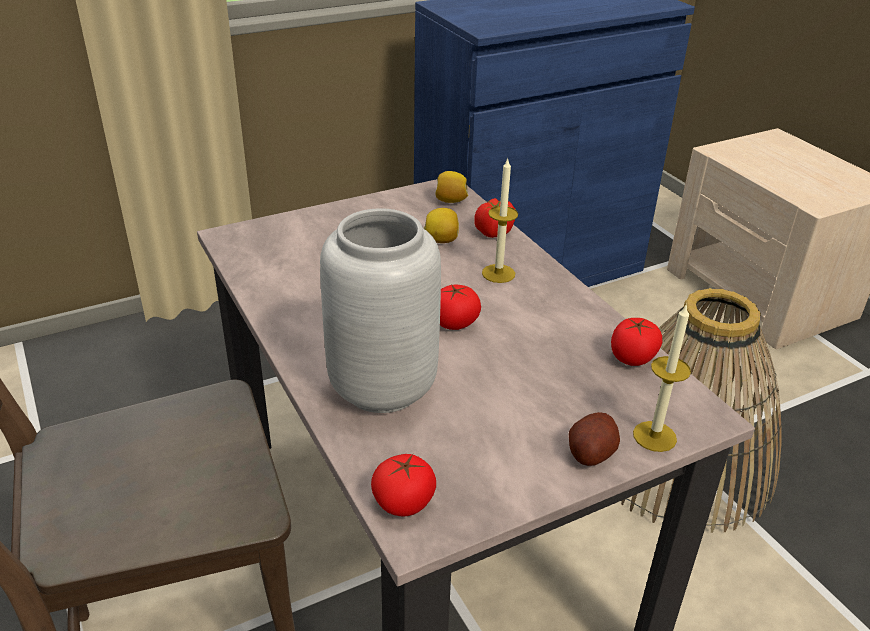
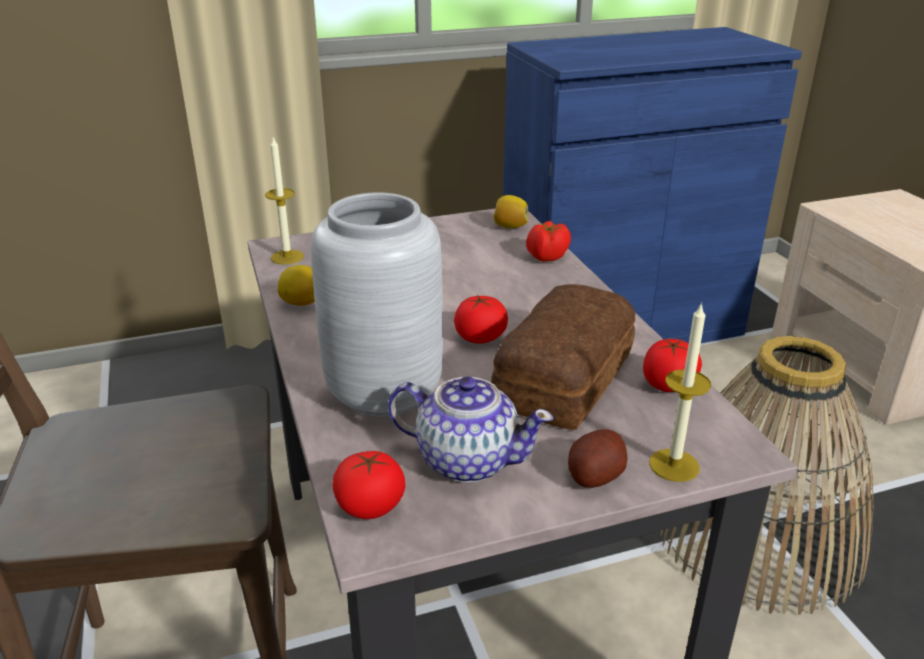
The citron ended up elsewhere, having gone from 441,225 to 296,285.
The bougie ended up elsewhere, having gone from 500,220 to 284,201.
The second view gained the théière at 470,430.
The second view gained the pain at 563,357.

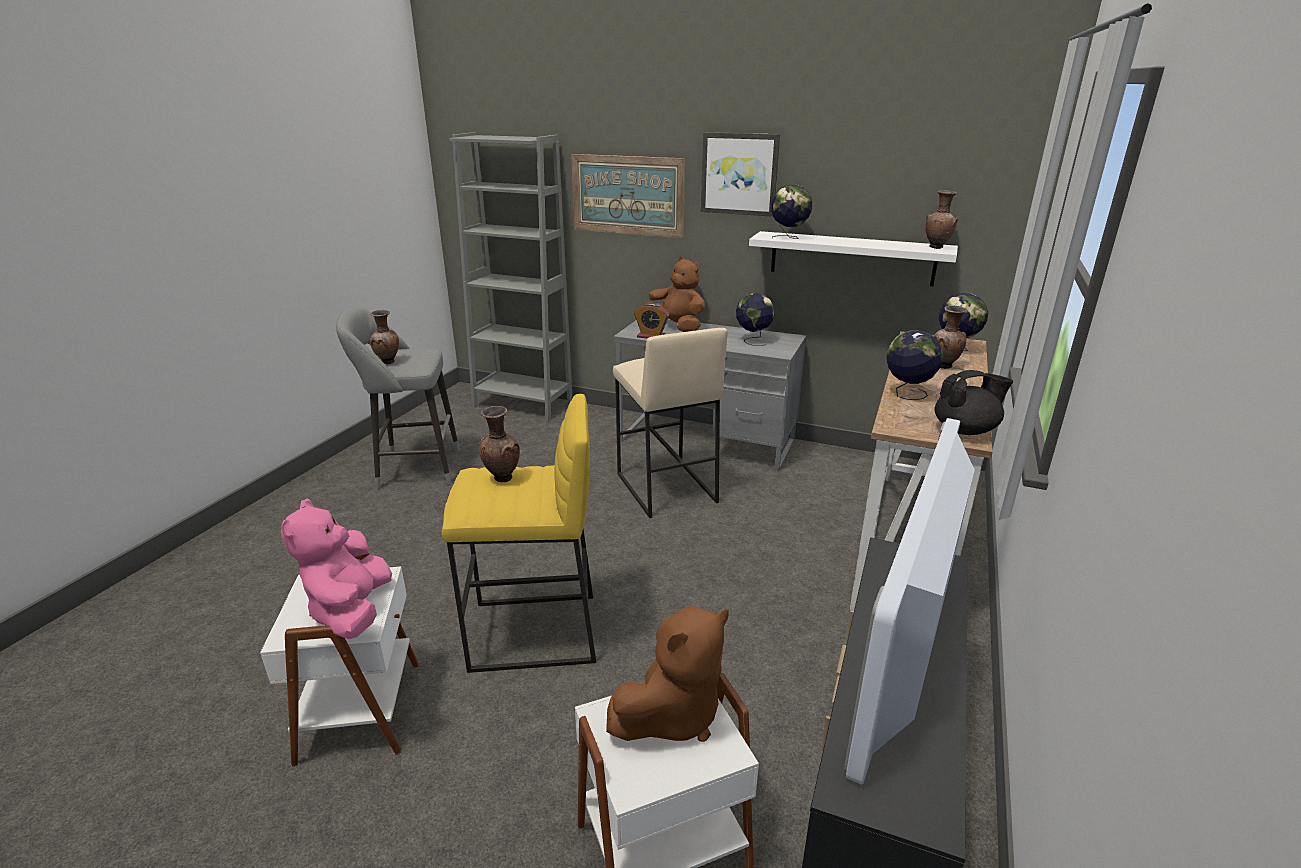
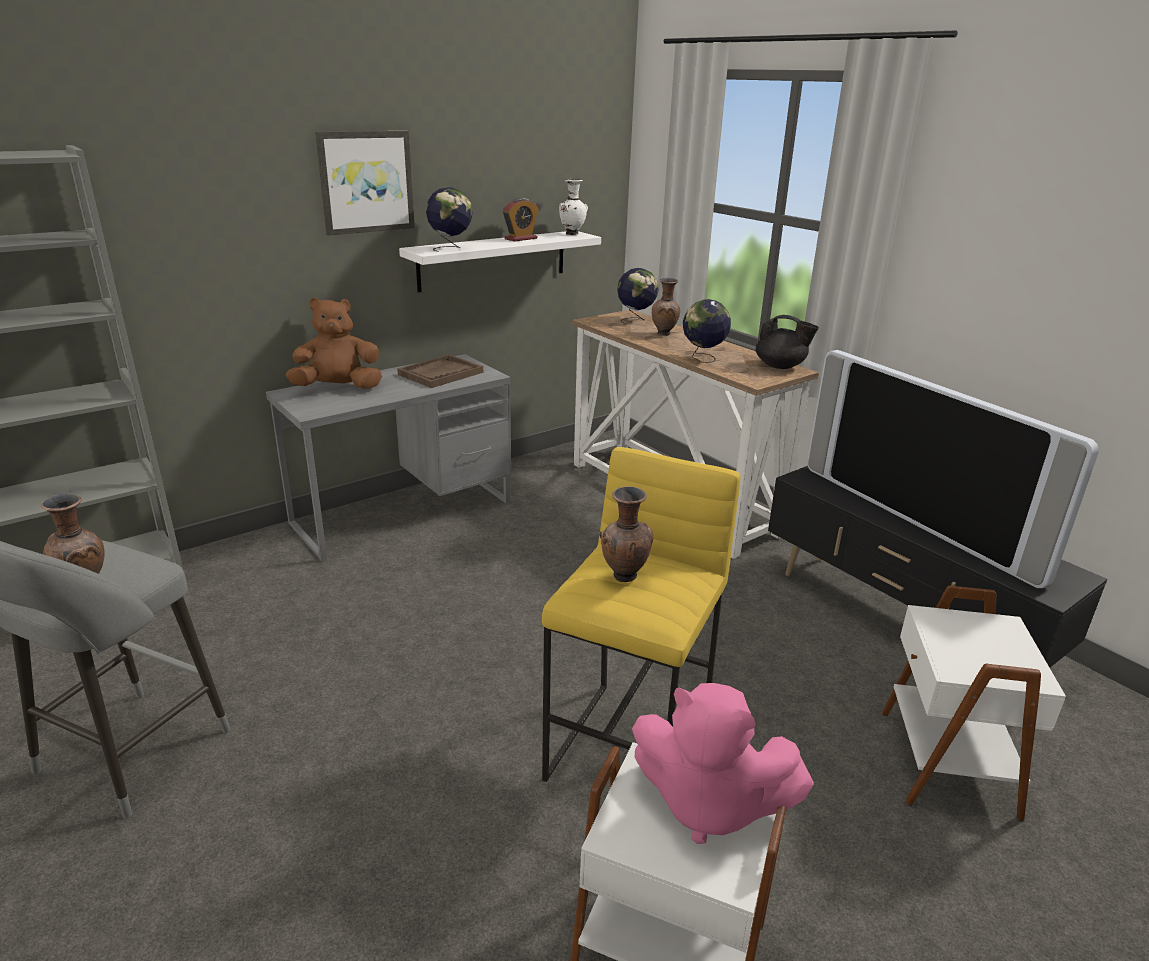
The second view lost the tableau at 628,196.
The second view lost the peluche [marron] at 667,674.
The second view lost the tabouret [beige] at 670,423.
The réveil ended up elsewhere, having gone from 651,320 to 521,220.
Where the globe stood at 755,319, the plateau [marron] came to stand at 440,371.
What was the vase [marron] at 941,219 turned into the vase [blanc] at 573,207.
The théière [noir] at 973,402 ended up facing another way, 90 degrees clockwise from before.

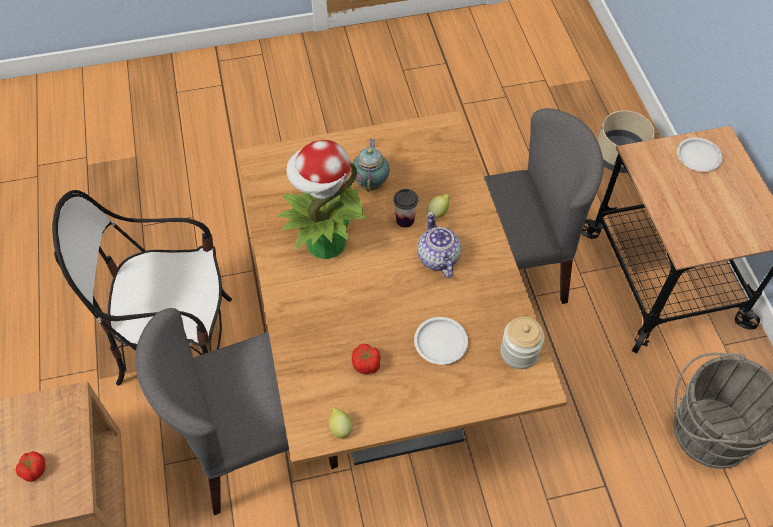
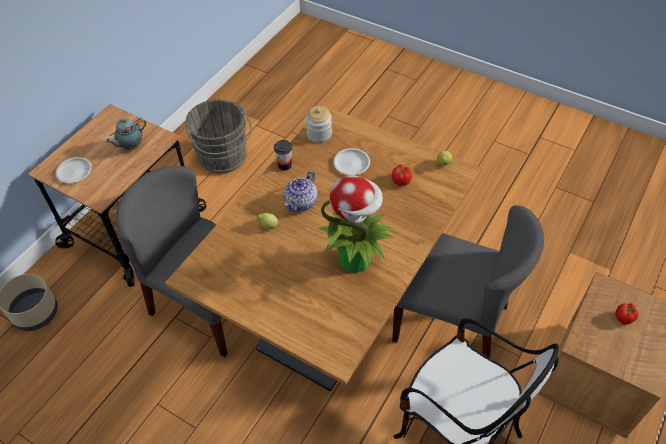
The théière ended up elsewhere, having gone from 370,165 to 126,133.
The tasse ended up elsewhere, having gone from 406,208 to 283,155.

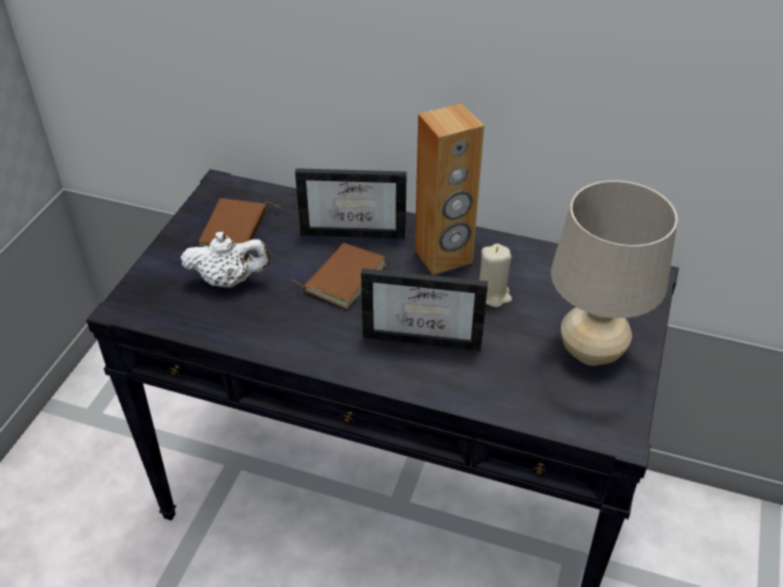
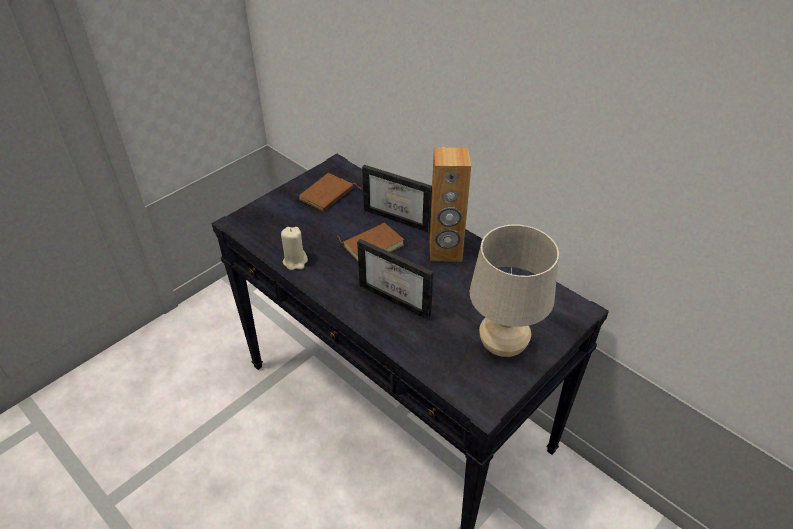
The second view lost the théière [blanc] at 226,260.
The bougie [beige] ended up elsewhere, having gone from 495,275 to 294,248.

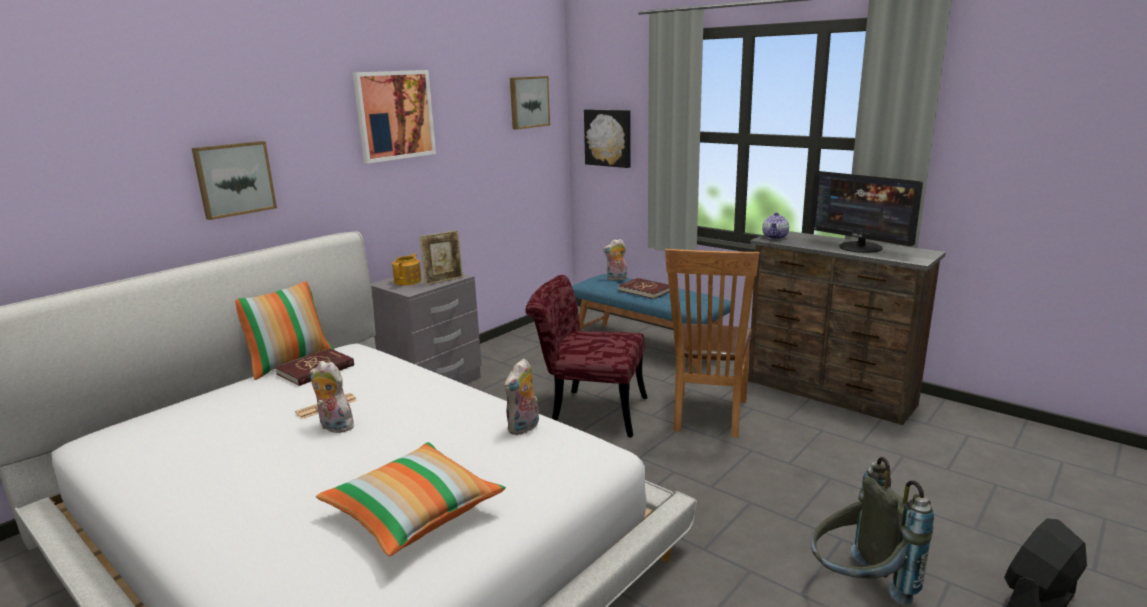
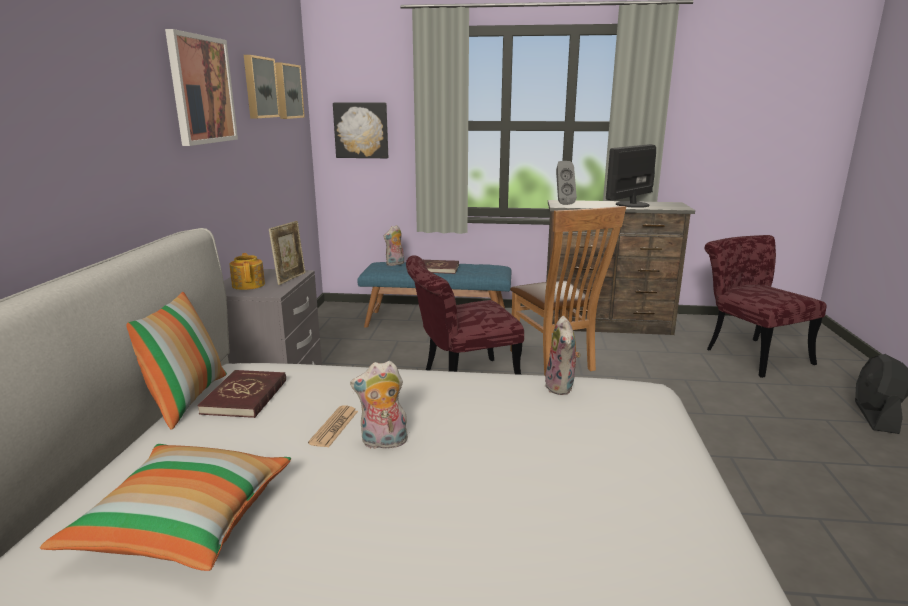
The tableau ended up elsewhere, having gone from 234,180 to 262,86.
The coussin ended up elsewhere, having gone from 411,499 to 165,507.
Where the théière stood at 775,225, the enceinte [gris] came to stand at 566,183.
The écran d'ordinateur at 866,212 ended up facing another way, 120 degrees clockwise from before.
The second view lost the sac à dos [gris] at 872,531.
The second view gained the chaise [rouge] at 766,306.

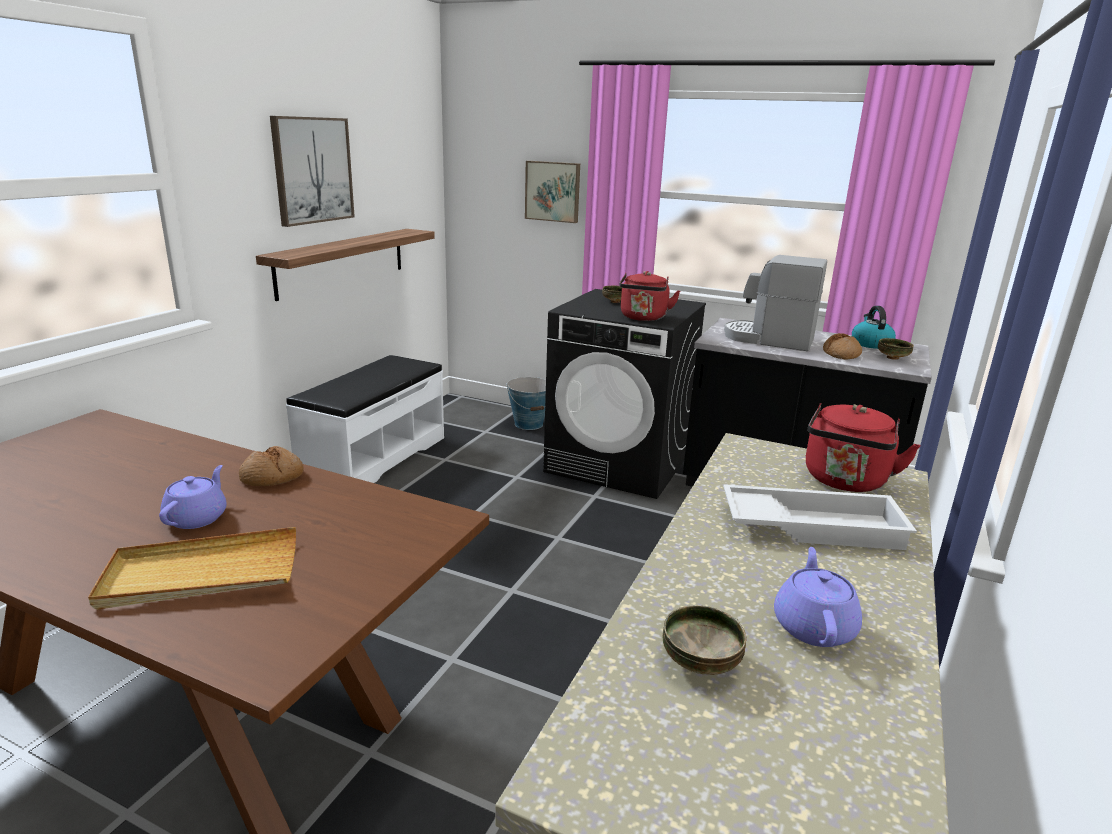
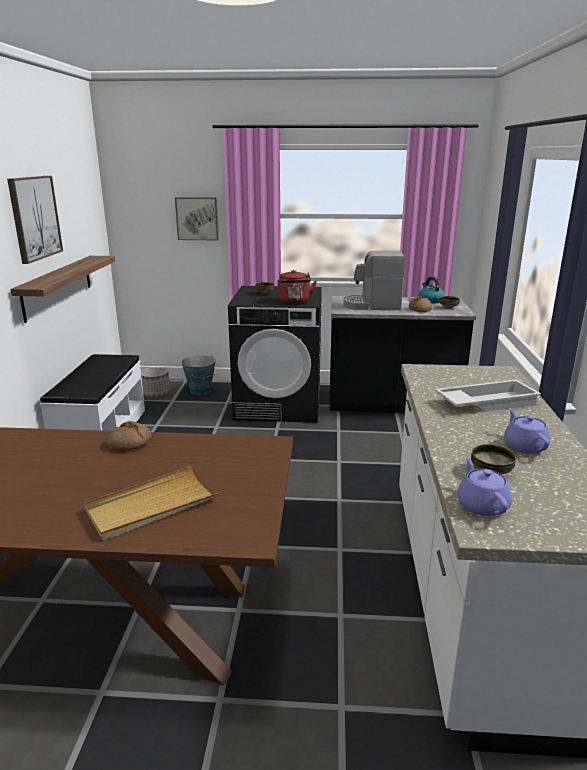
The théière [violet] ended up elsewhere, having gone from 193,497 to 484,486.
The second view lost the bouilloire [rouge] at 863,447.
The second view gained the cache-pot at 155,382.

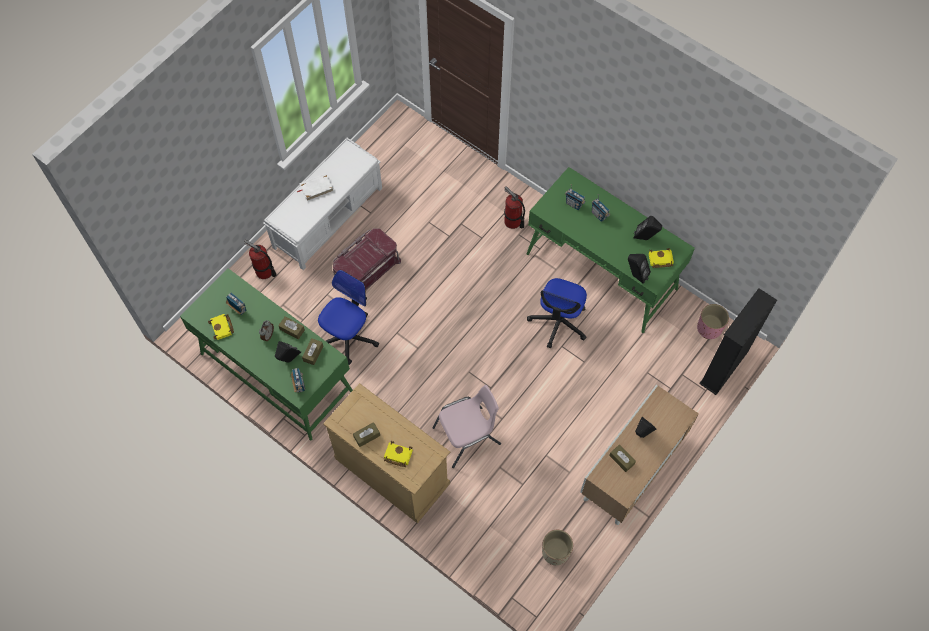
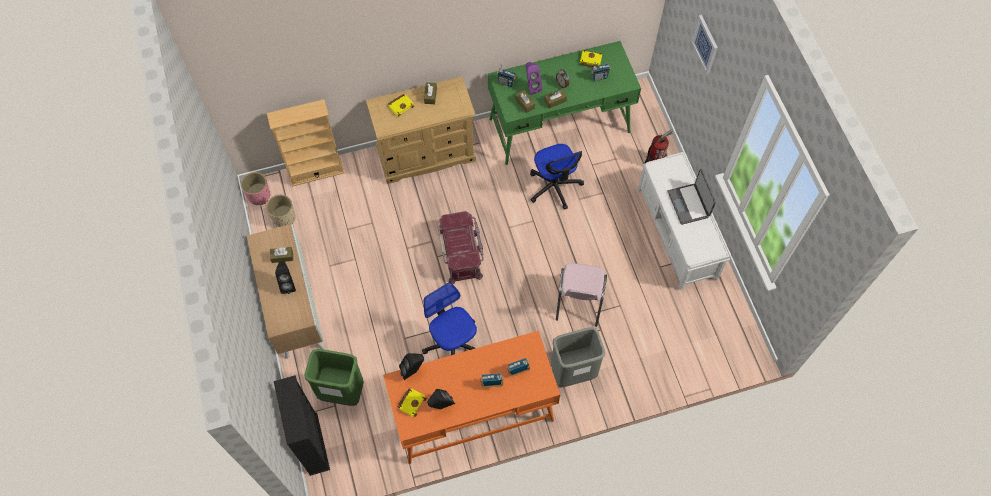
What was the enceinte [noir] at 288,352 turned into the enceinte [violet] at 534,78.
Where the livre [blanc] stood at 315,187, the ordinateur portable came to stand at 691,197.
The boîte de rangement [rouge] ended up elsewhere, having gone from 367,260 to 461,247.
The chaise [rose] ended up elsewhere, having gone from 466,426 to 581,295.
Where the extincteur stood at 514,207, the poubelle [gris] came to stand at 578,357.
What was the bureau [vert] at 611,250 turned into the bureau [orange] at 471,397.
The cache-pot [rose] ended up elsewhere, having gone from 713,321 to 255,188.
The second view gained the bibliothèque [beige] at 305,143.
The second view gained the poubelle [vert] at 334,377.
The second view gained the tableau at 704,44.

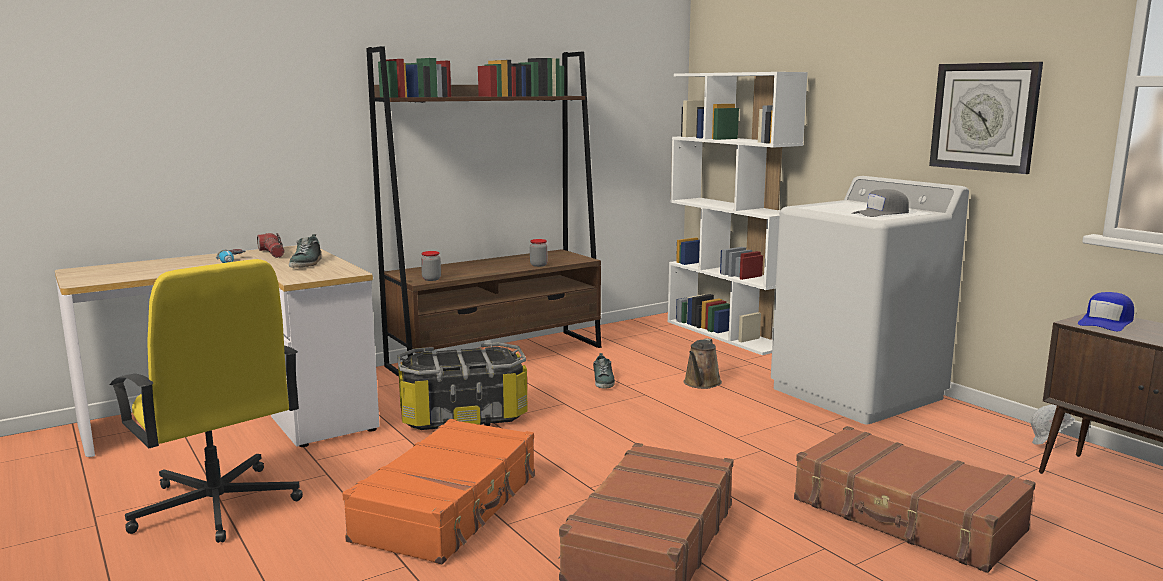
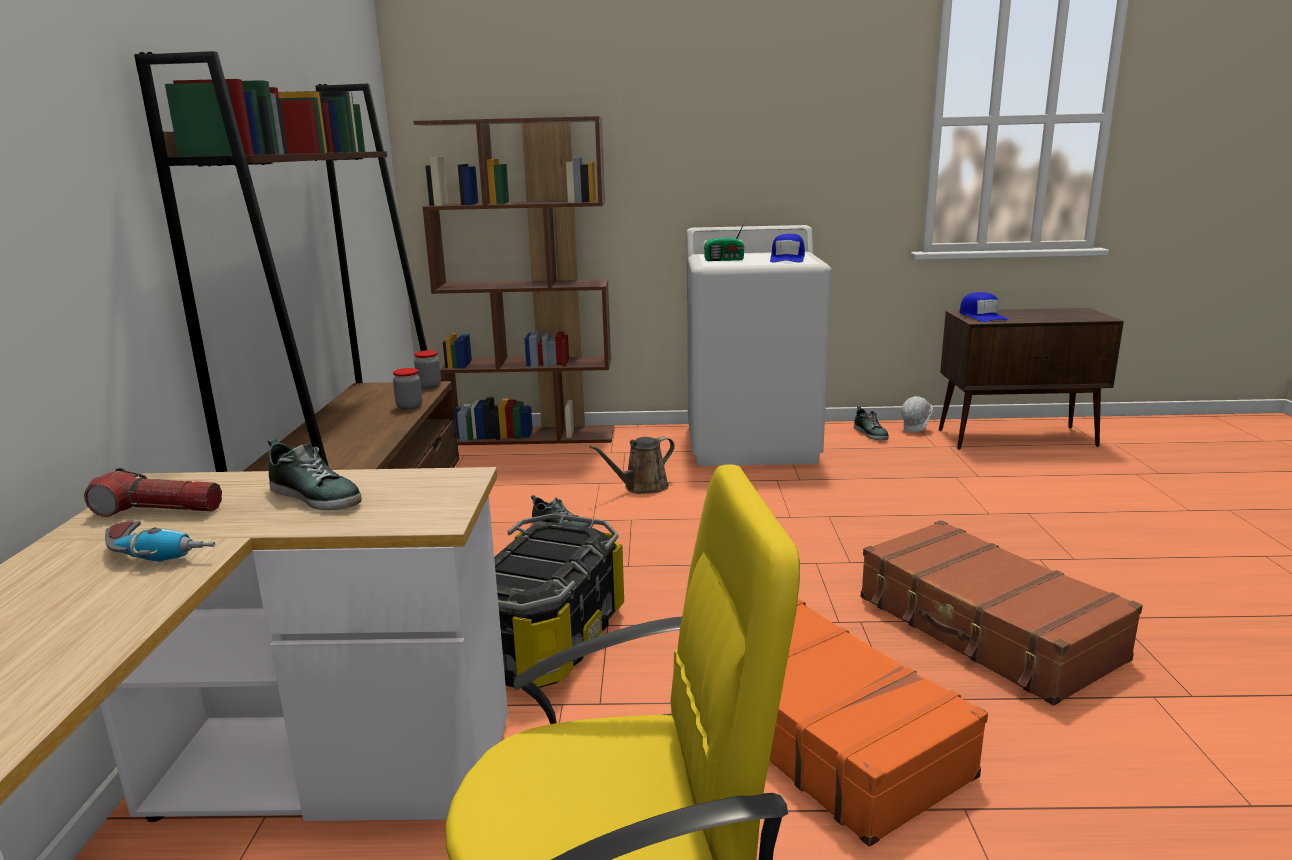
The bocal ended up elsewhere, having gone from 431,266 to 427,369.
What was the bibliothèque [blanc] at 738,213 turned into the bibliothèque [marron] at 514,280.
The arrosoir [marron] at 703,364 ended up facing another way, 90 degrees clockwise from before.
The second view lost the valise [marron] at 915,499.
What was the casquette [gris] at 880,203 turned into the casquette [bleu] at 787,248.
The second view lost the horloge murale at 986,118.
The second view gained the radio at 725,240.
The second view gained the chaussure at 871,423.

